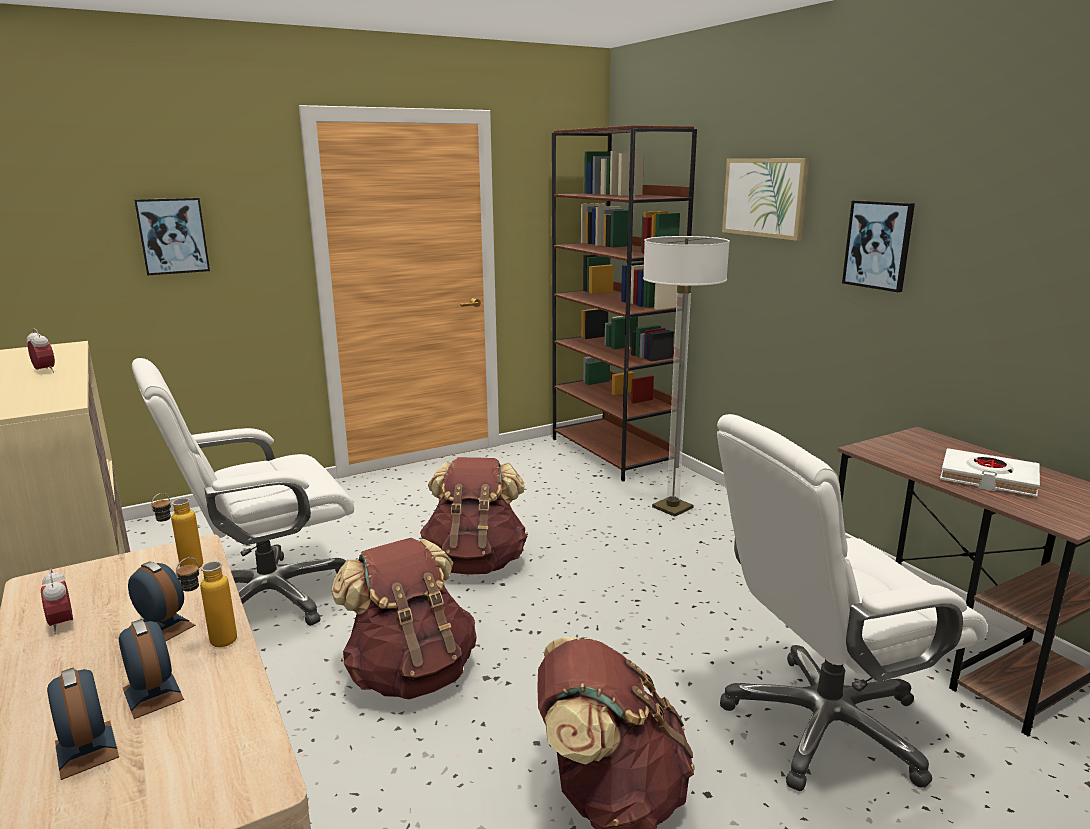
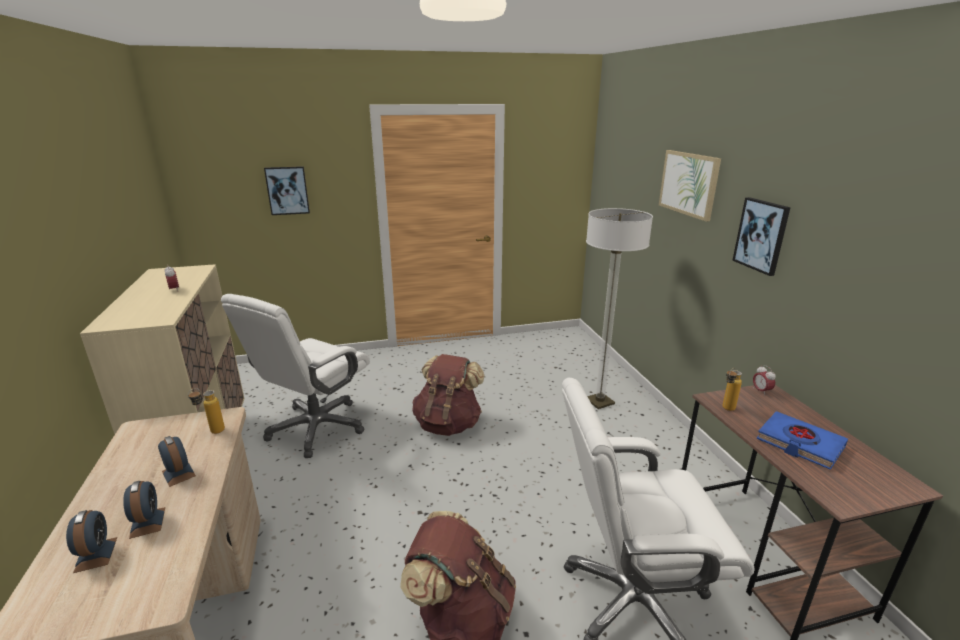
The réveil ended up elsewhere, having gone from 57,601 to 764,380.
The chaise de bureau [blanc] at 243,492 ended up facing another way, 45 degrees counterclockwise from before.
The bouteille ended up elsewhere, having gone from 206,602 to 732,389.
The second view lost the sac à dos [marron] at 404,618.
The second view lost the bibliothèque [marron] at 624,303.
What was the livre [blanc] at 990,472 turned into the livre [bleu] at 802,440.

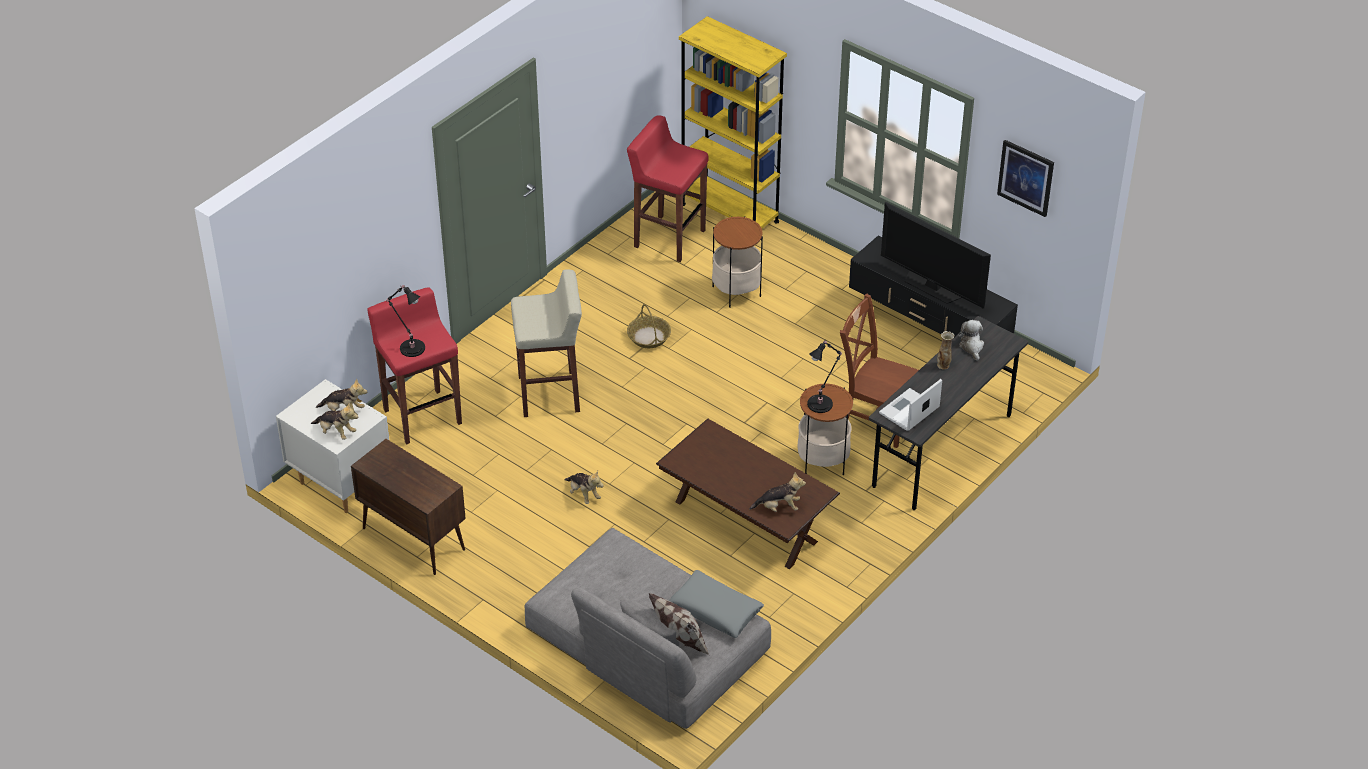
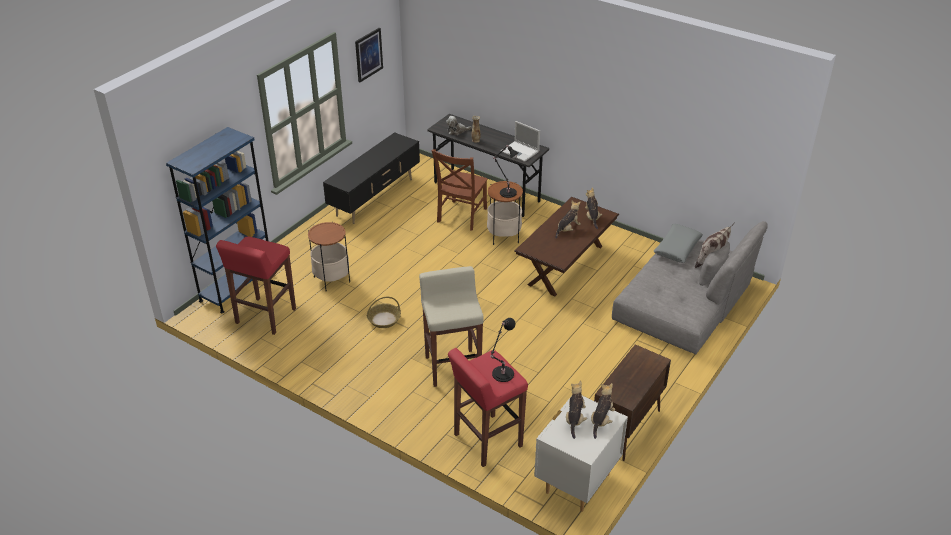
The peluche ended up elsewhere, having gone from 584,487 to 568,219.
What was the bibliothèque [jaune] at 733,122 turned into the bibliothèque [bleu] at 217,220.
The second view lost the téléviseur at 936,255.

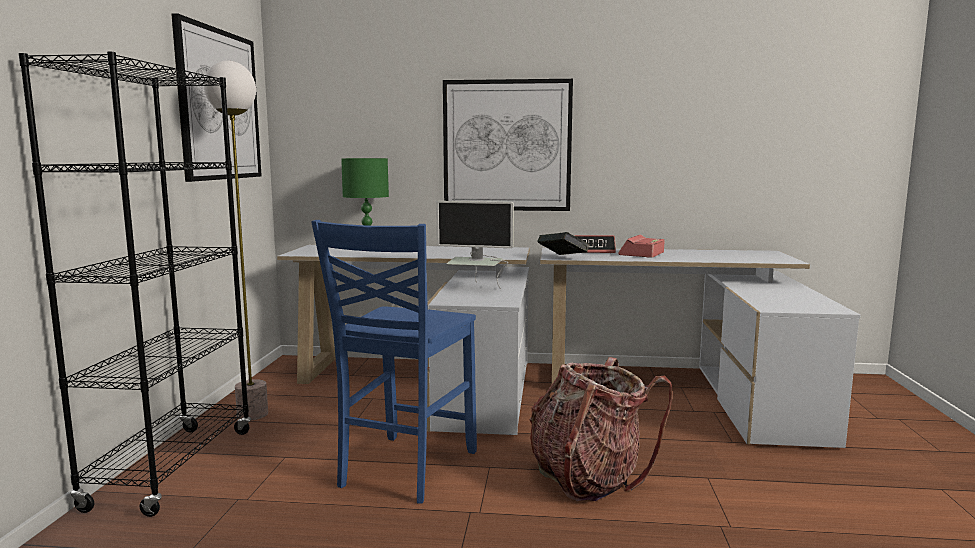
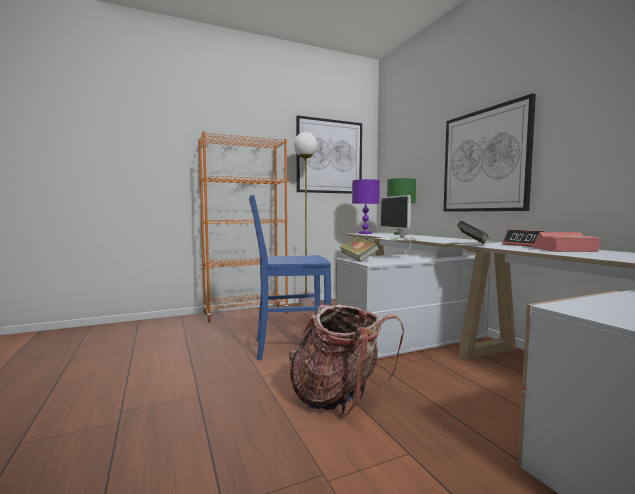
What was the bibliothèque [noir] at 134,284 turned into the bibliothèque [orange] at 243,227.
The second view gained the livre at 360,249.
The second view gained the lampe de table [violet] at 366,206.

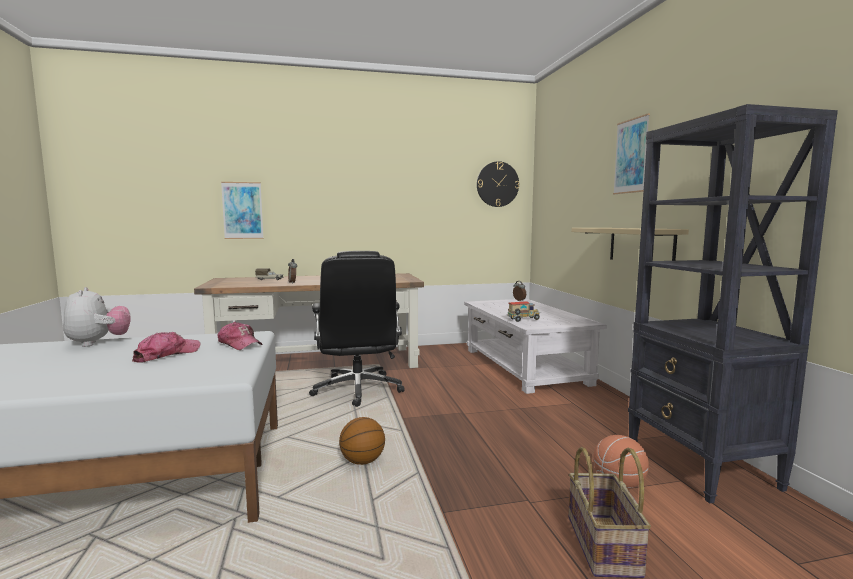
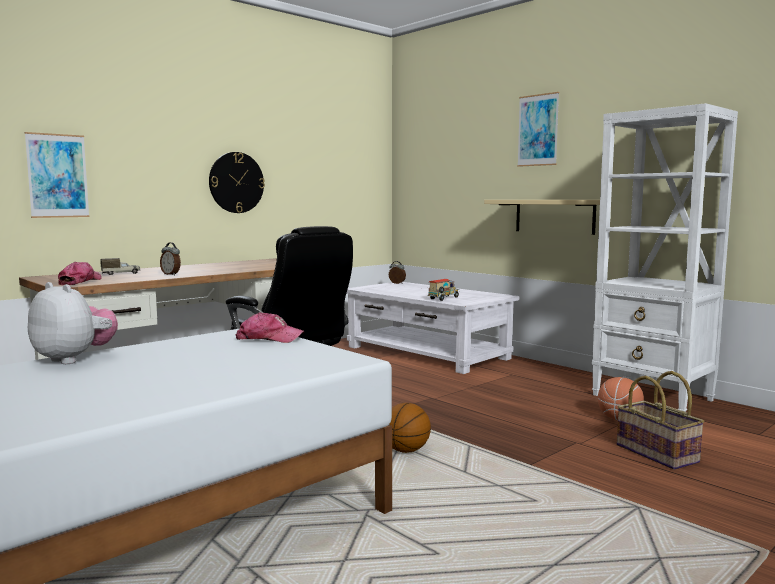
The casquette ended up elsewhere, having gone from 166,347 to 80,273.
The horloge murale ended up elsewhere, having gone from 498,184 to 237,182.
What was the bibliothèque [noir] at 733,304 turned into the bibliothèque [blanc] at 665,257.

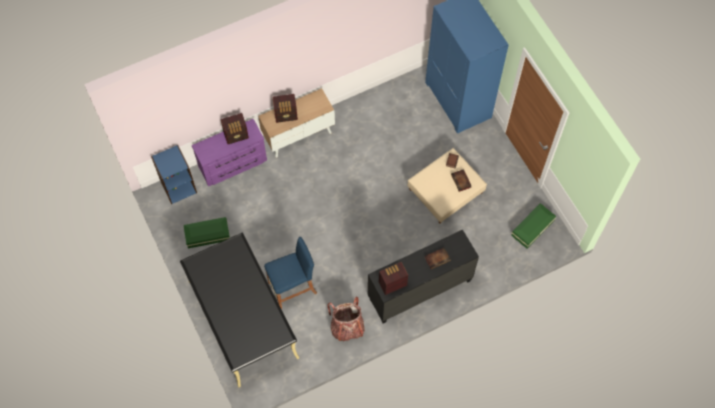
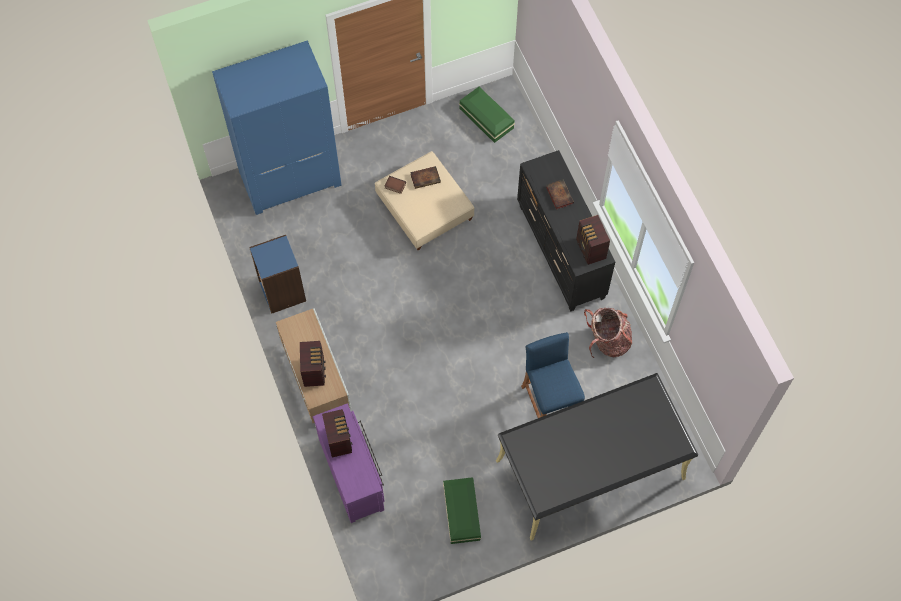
The bibliothèque [bleu] ended up elsewhere, having gone from 174,174 to 277,274.

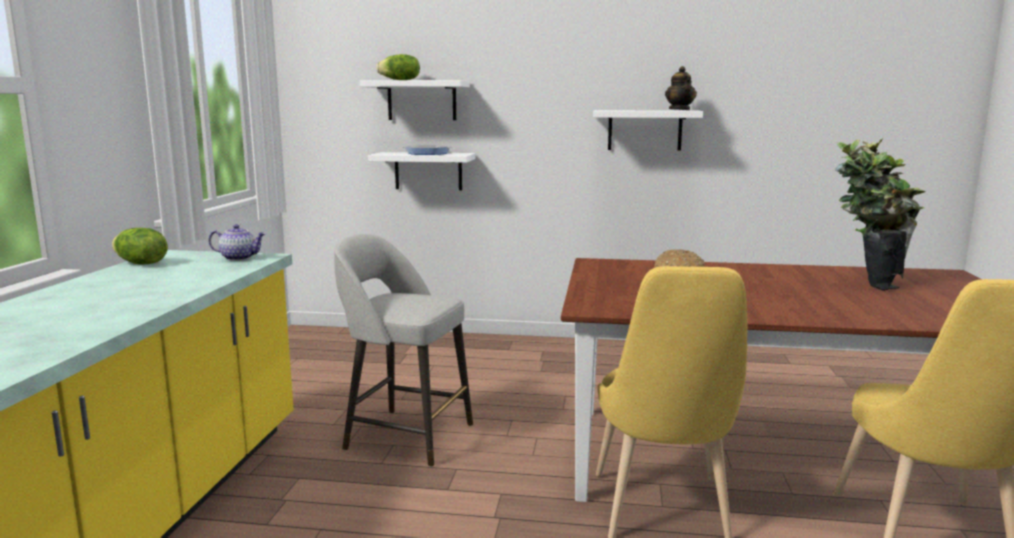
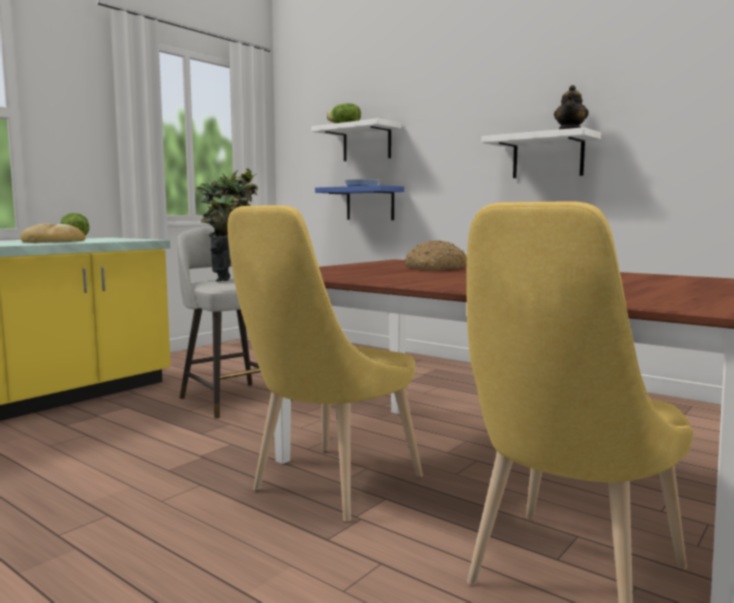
The second view lost the théière at 237,242.
What was the étagère [blanc] at 421,171 turned into the étagère [bleu] at 359,202.
The plante en pot ended up elsewhere, having gone from 880,215 to 227,225.
The second view gained the pain at 52,233.

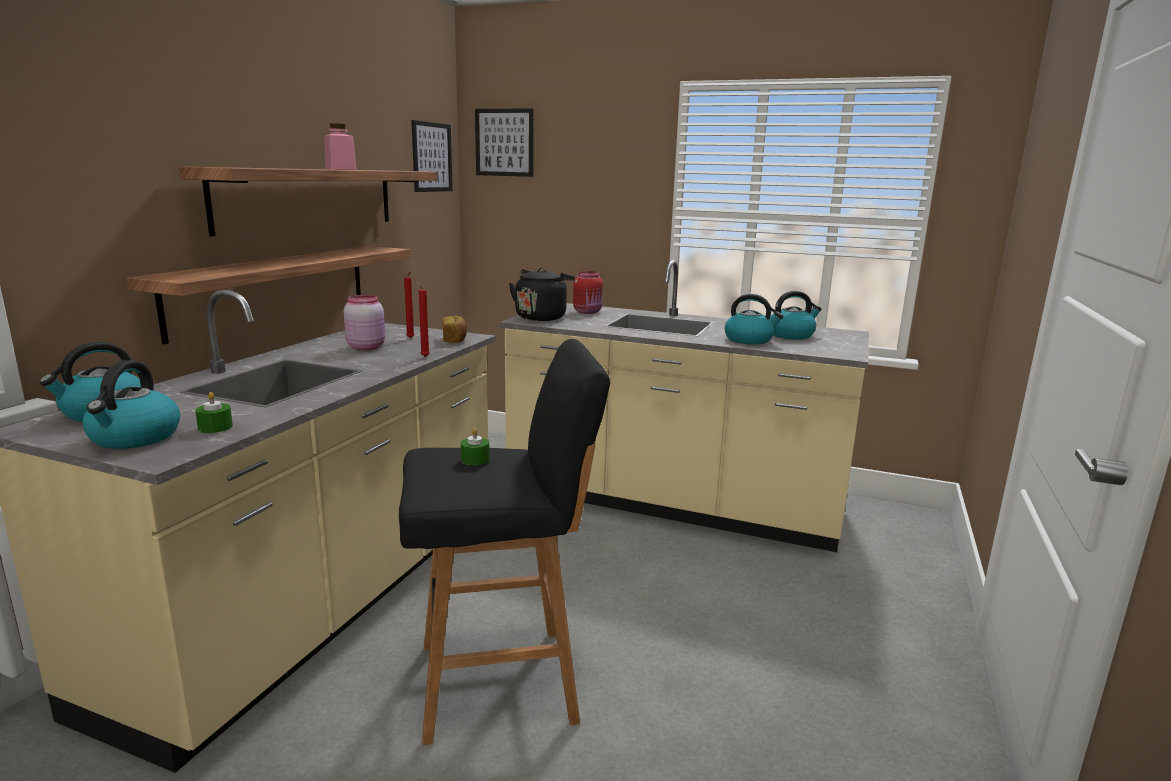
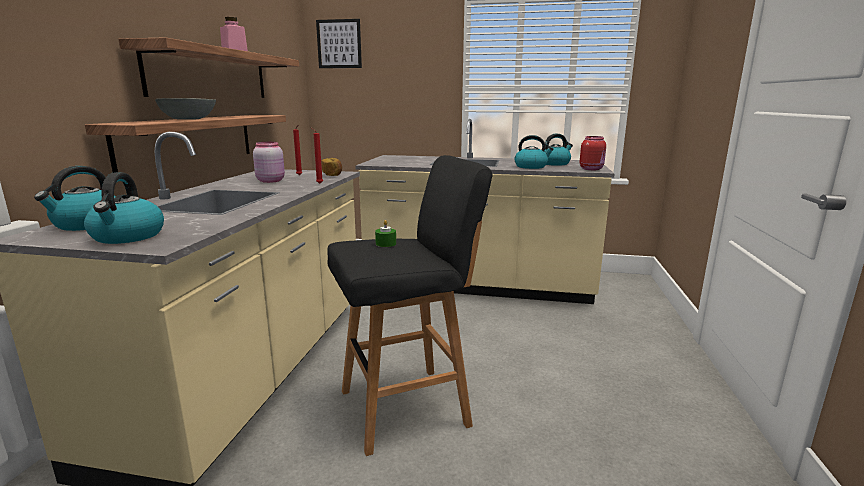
The second view lost the bougie [vert] at 214,412.
The second view lost the tableau at 432,156.
The second view lost the bouilloire [noir] at 542,294.
The bocal [rouge] ended up elsewhere, having gone from 588,292 to 593,153.
The second view gained the bol [gris] at 185,109.

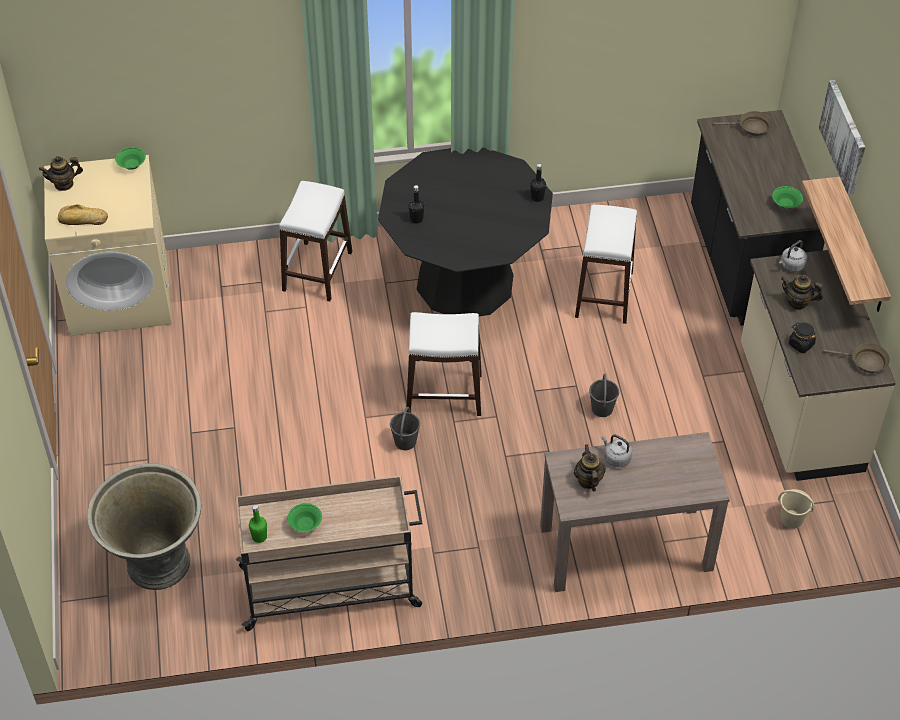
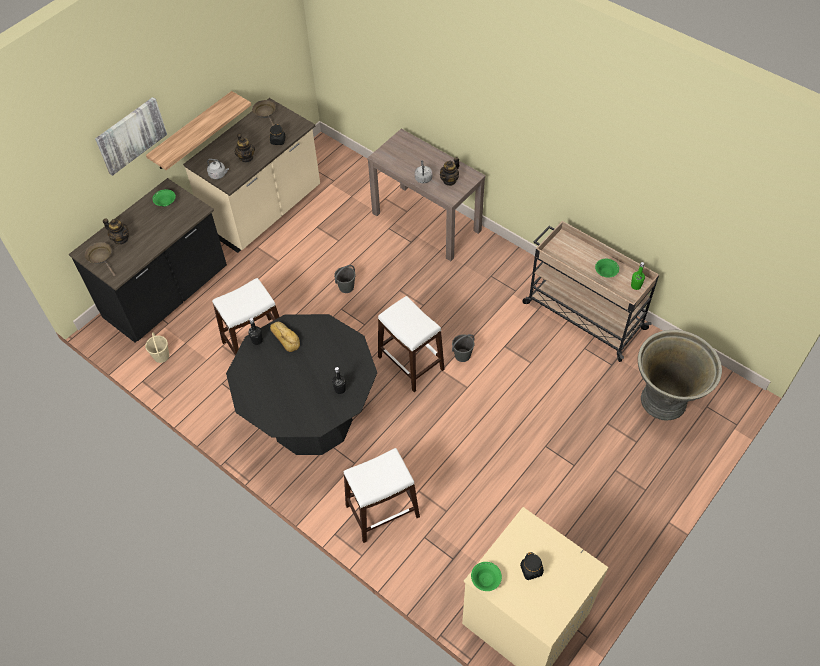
The théière ended up elsewhere, having gone from 61,173 to 116,231.
The pain ended up elsewhere, having gone from 83,214 to 285,337.
The seau [beige] ended up elsewhere, having gone from 796,509 to 157,347.
The second view gained the bocal [noir] at 532,566.

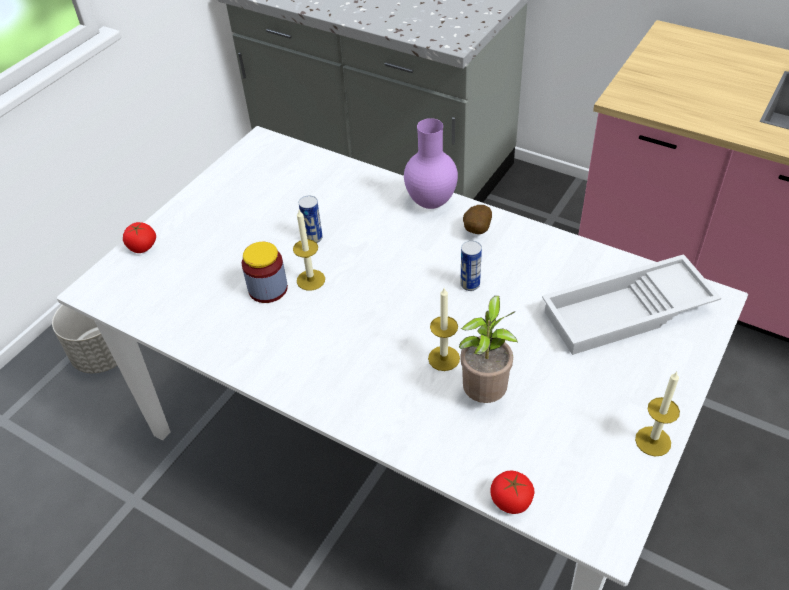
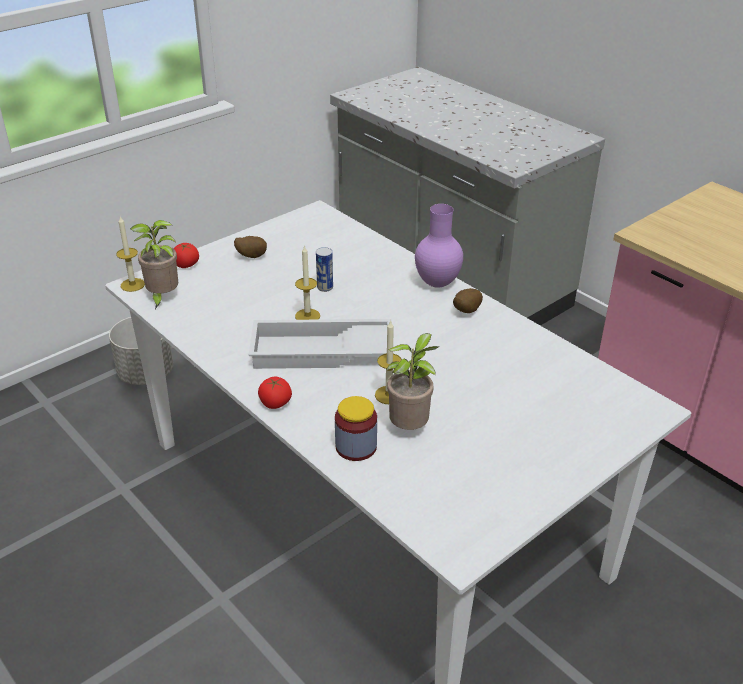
The bocal ended up elsewhere, having gone from 265,272 to 356,428.
The second view lost the boîte métallique at 471,266.
The tomate ended up elsewhere, having gone from 512,492 to 275,393.
The plateau [blanc] ended up elsewhere, having gone from 632,304 to 321,344.
The bougie ended up elsewhere, having gone from 657,413 to 130,254.
The second view gained the plante en pot at 154,264.
The second view gained the pomme de terre at 250,247.

